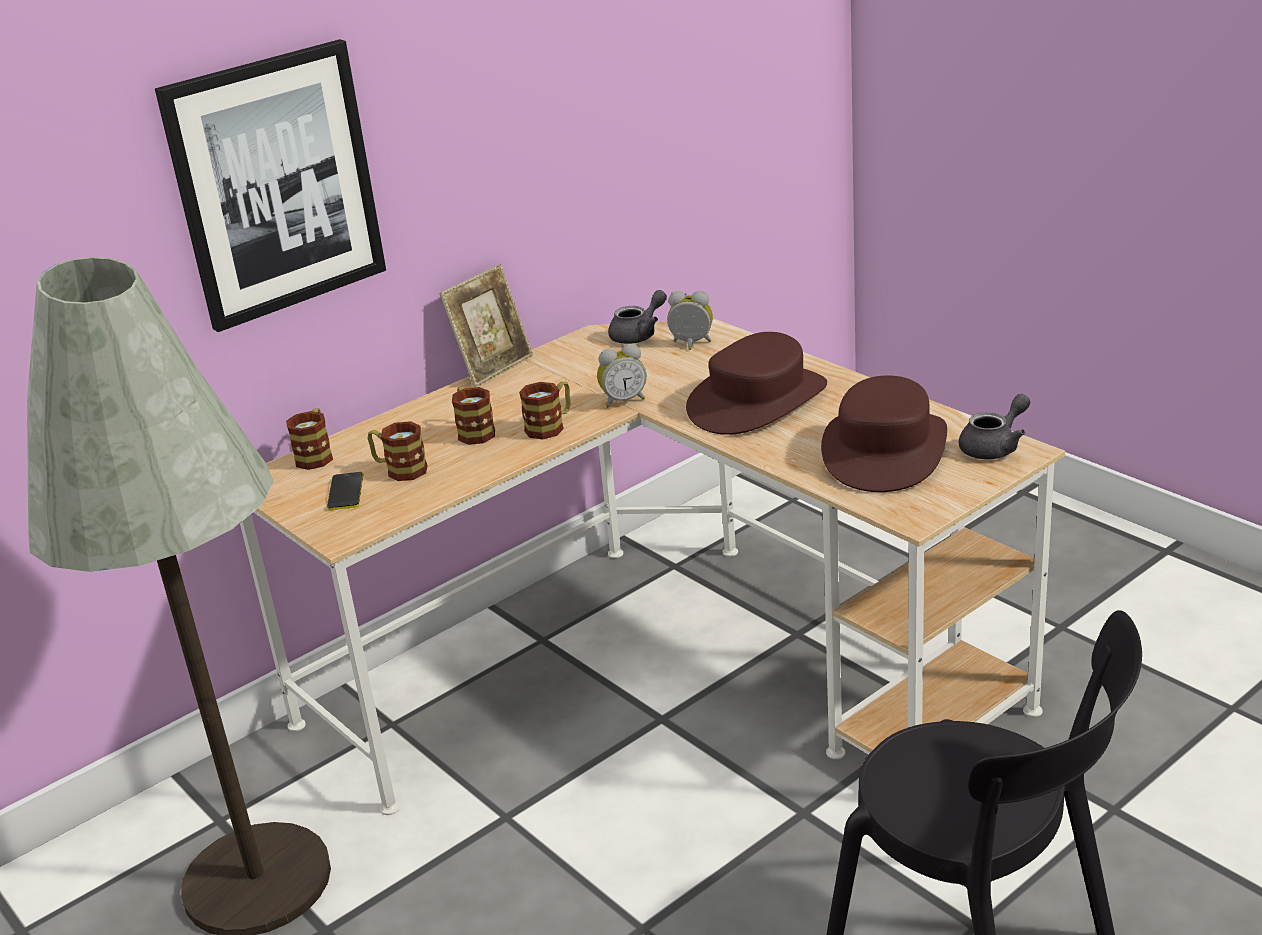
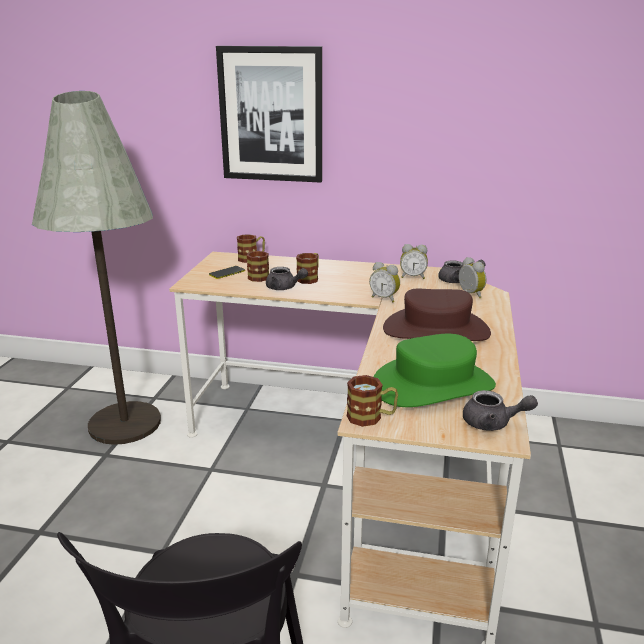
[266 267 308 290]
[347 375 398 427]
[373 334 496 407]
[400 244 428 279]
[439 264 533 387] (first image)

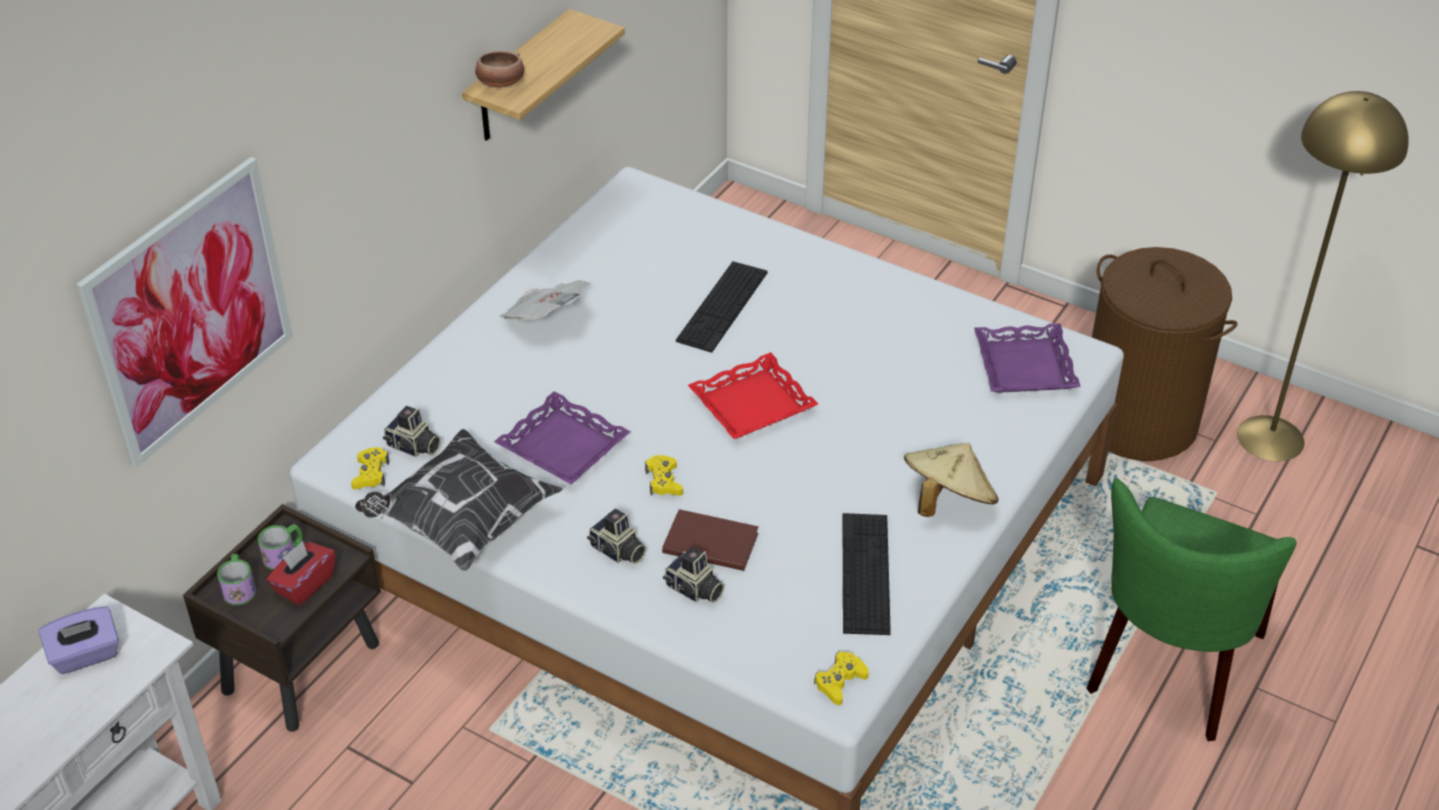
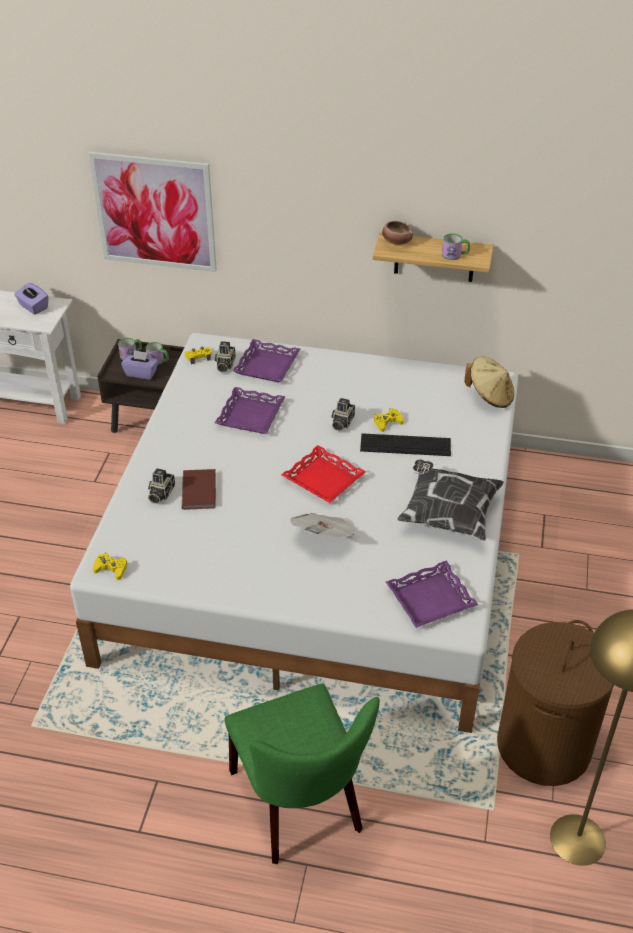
[121 350 158 380]
[224 683 380 864]
[233 339 300 382]
[290 513 354 537]
[331 398 355 431]
[374 408 403 432]
[398 460 504 540]
[442 233 470 260]
[464 356 514 408]
[842 513 891 635] (first image)

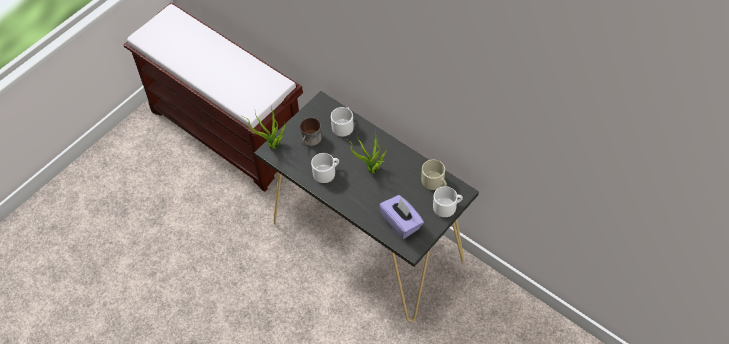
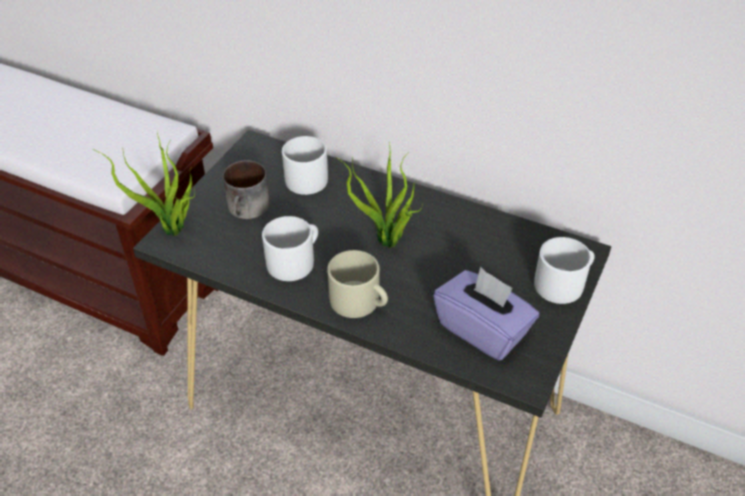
[327 250 388 318]

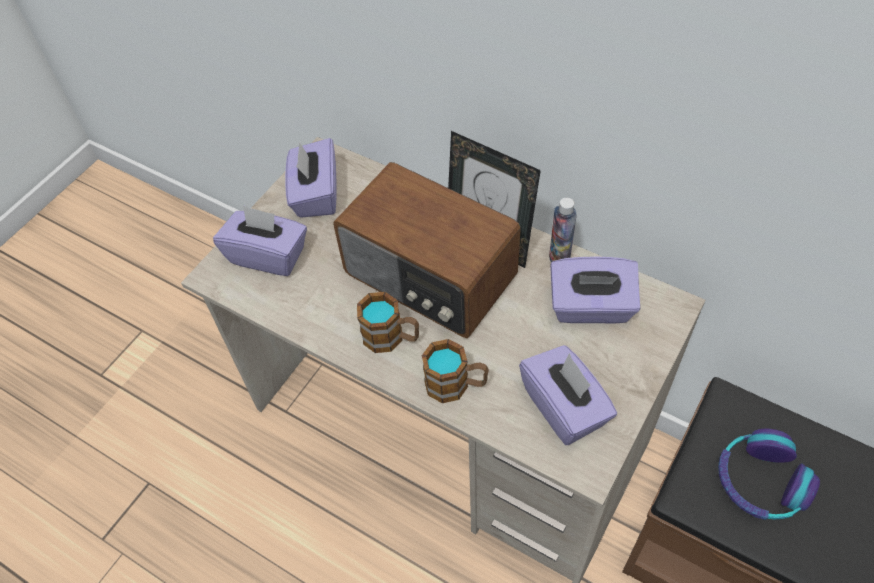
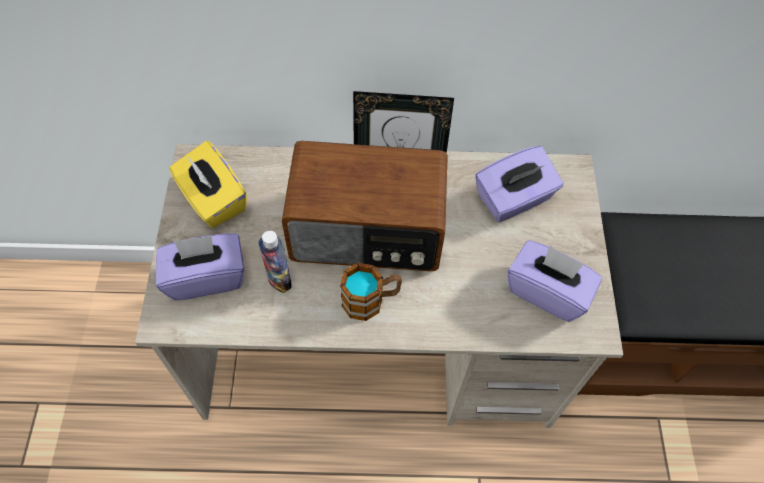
[169 141 247 228]
[259 230 292 293]
[422 339 489 403] (first image)
[718 429 820 520] (first image)

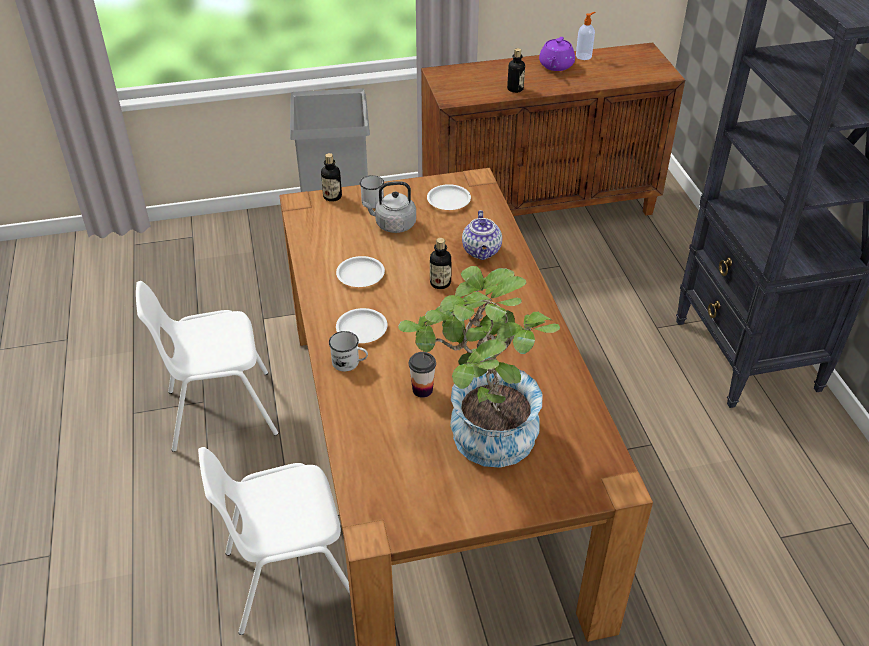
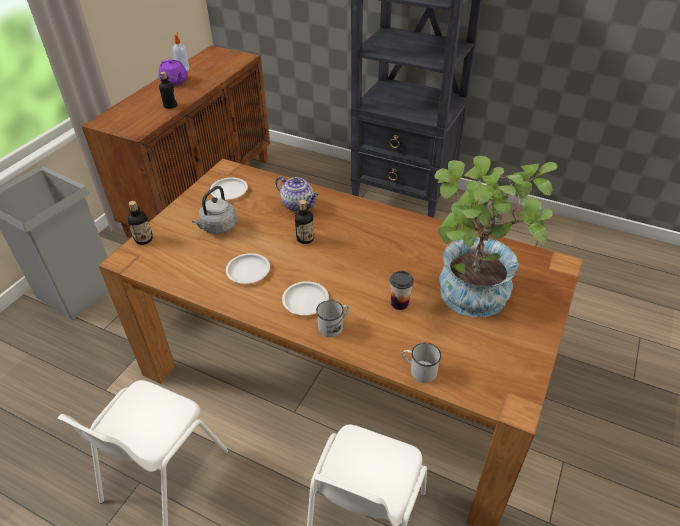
[402 343 441 383]

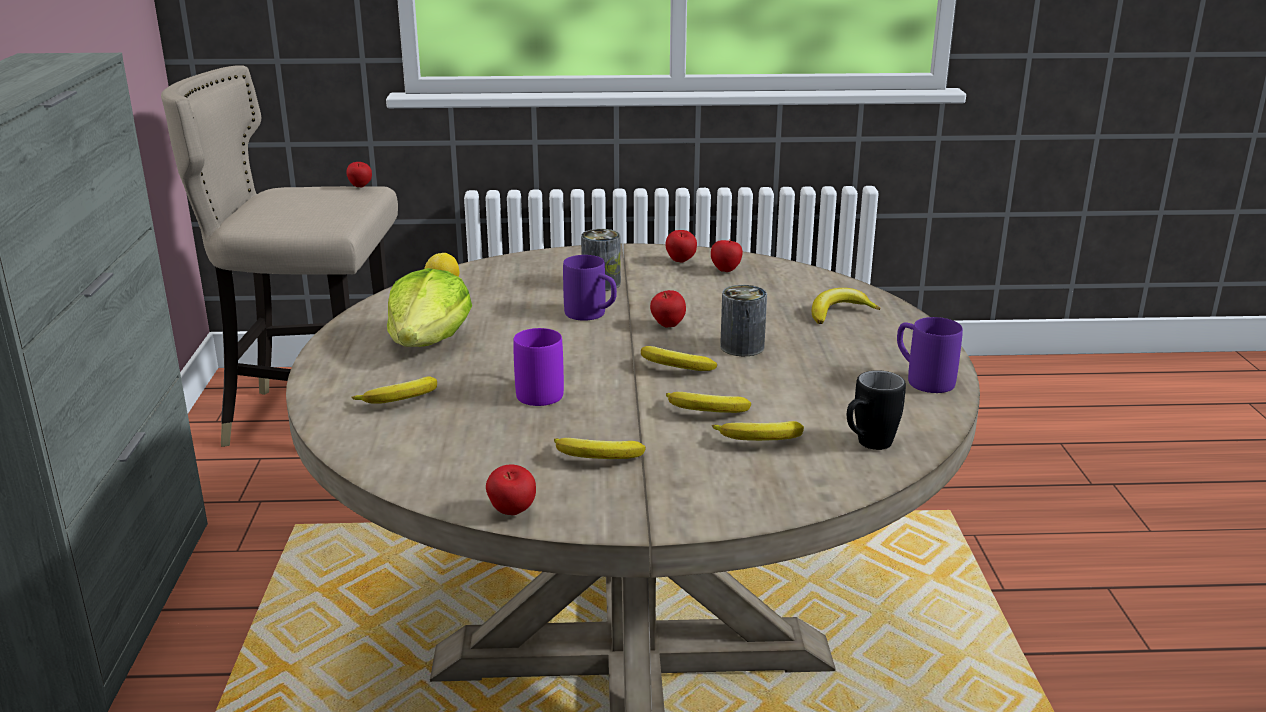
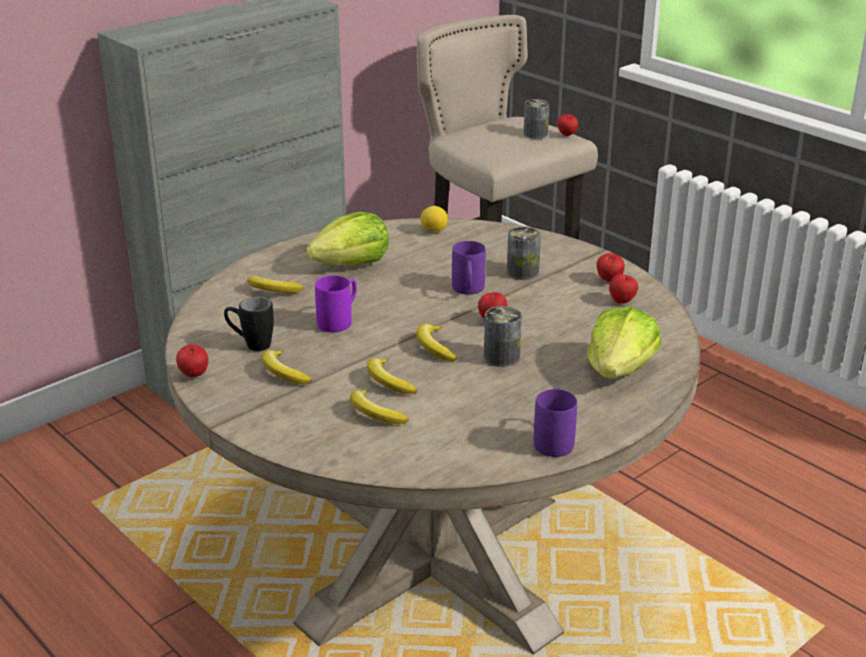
[224 296 274 351]
[524 99 549 139]
[587 307 661 379]

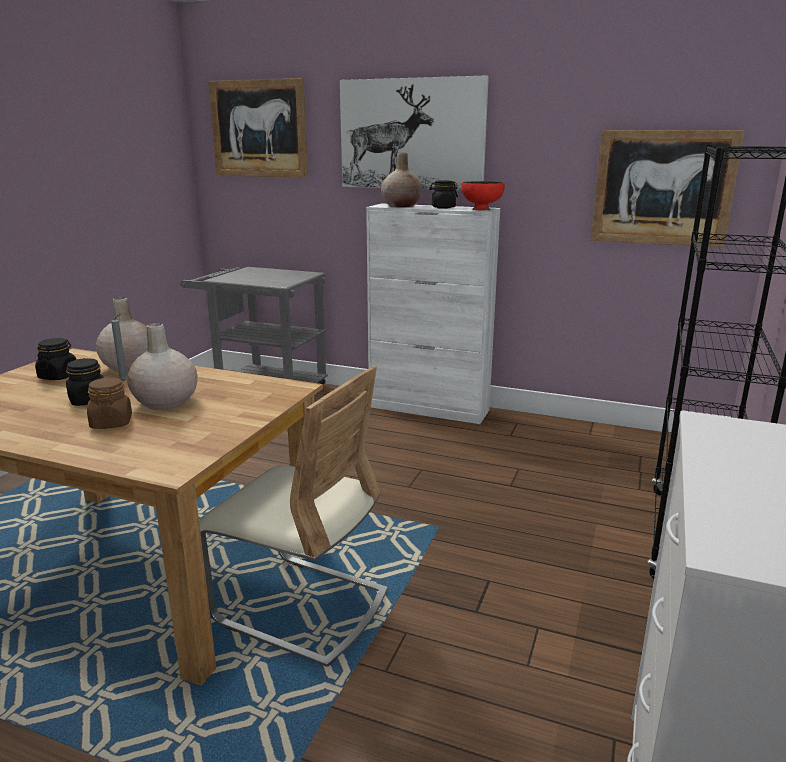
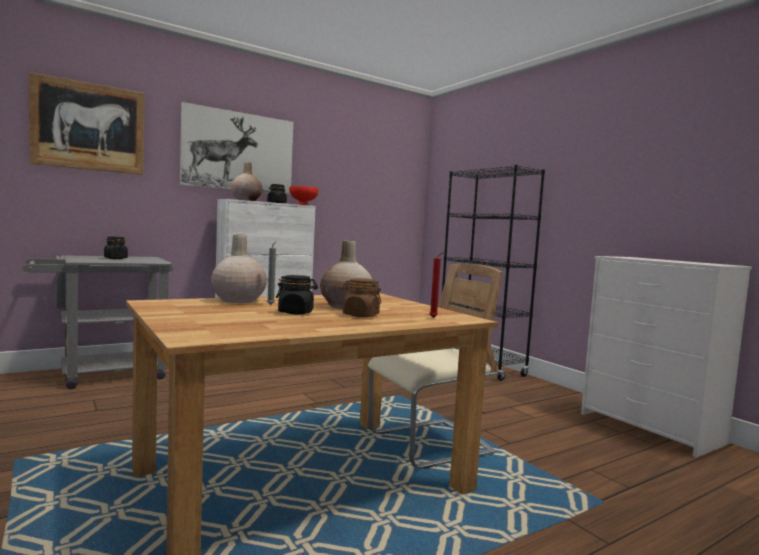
[104 236 128 259]
[430 252 444 318]
[591 130 744 248] (first image)

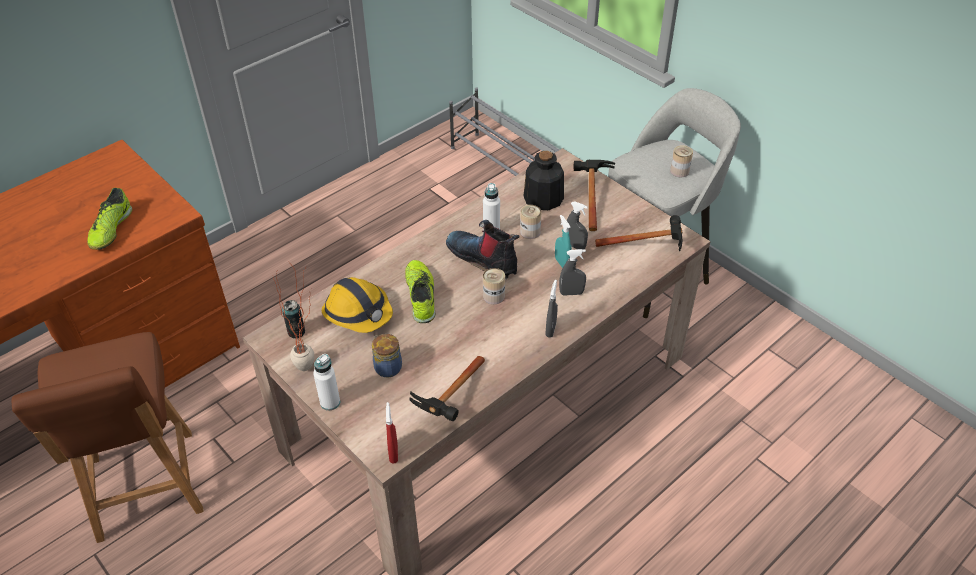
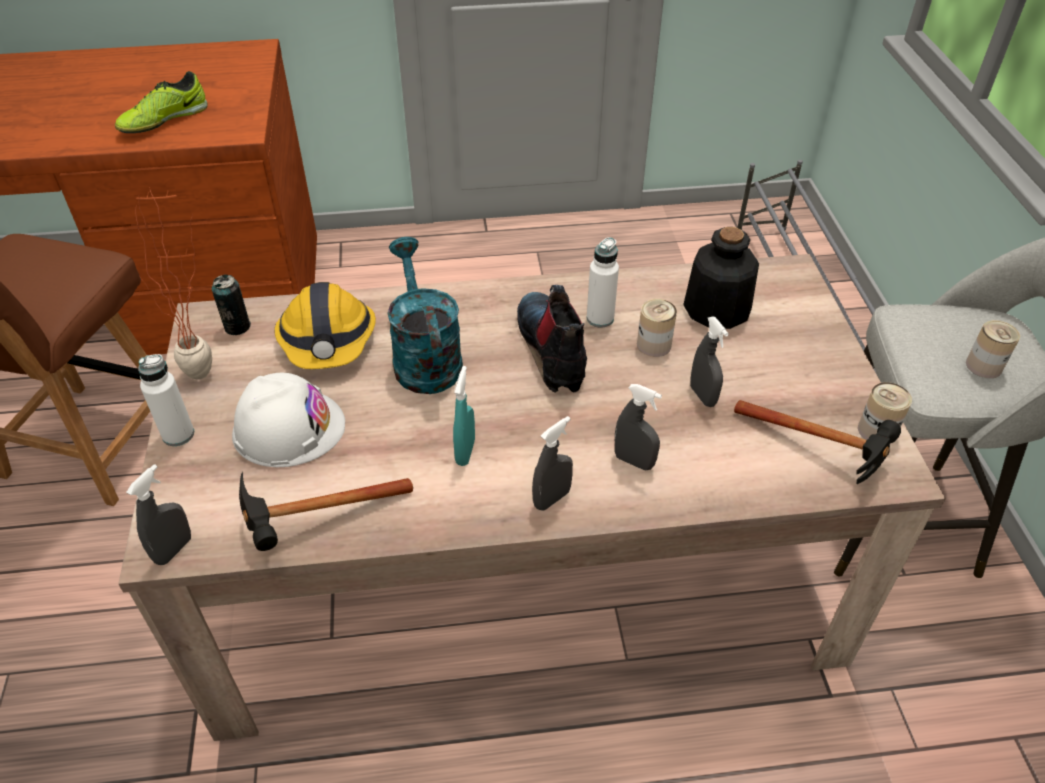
[126 464 191 565]
[232 373 345 467]
[387 237 463 394]
[453 366 475 466]
[858 382 912 440]
[574 160 615 231] (first image)

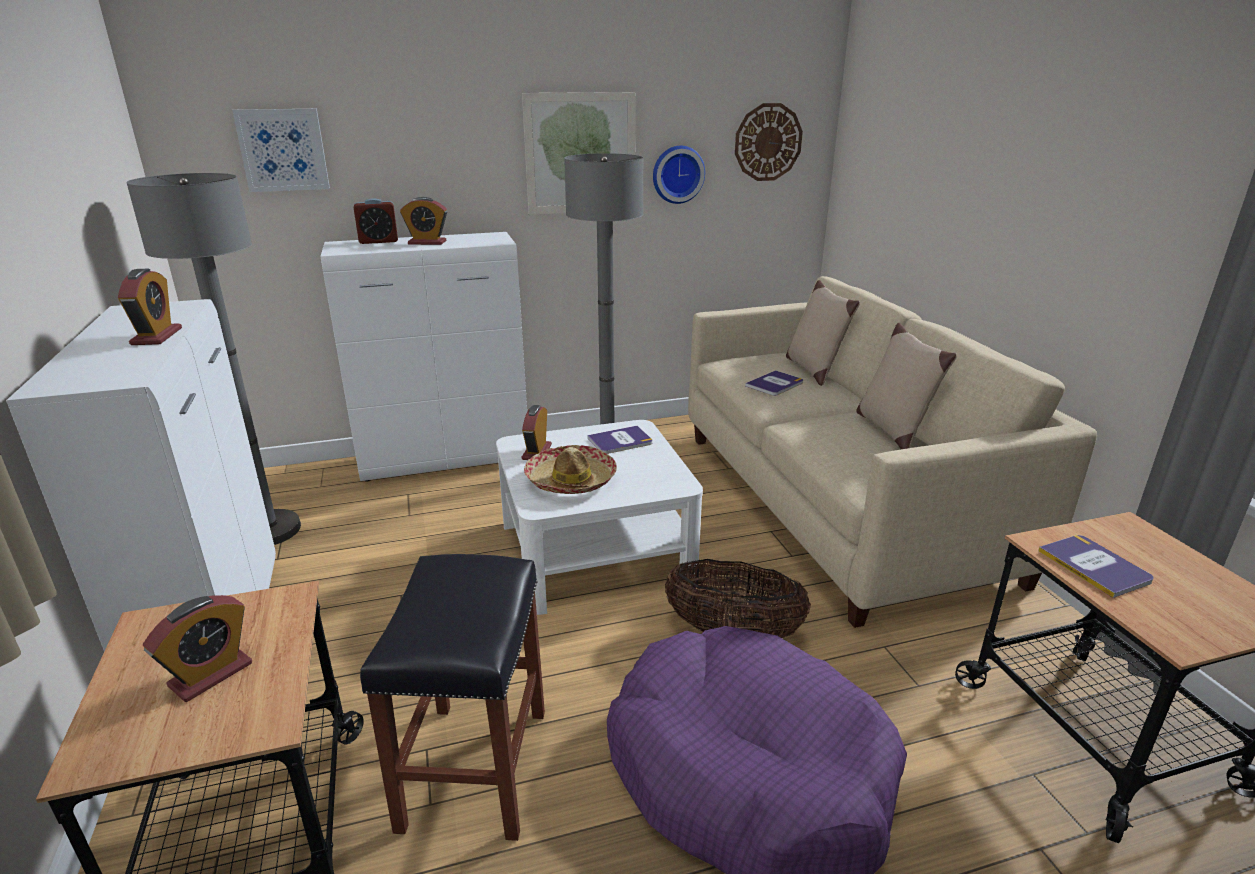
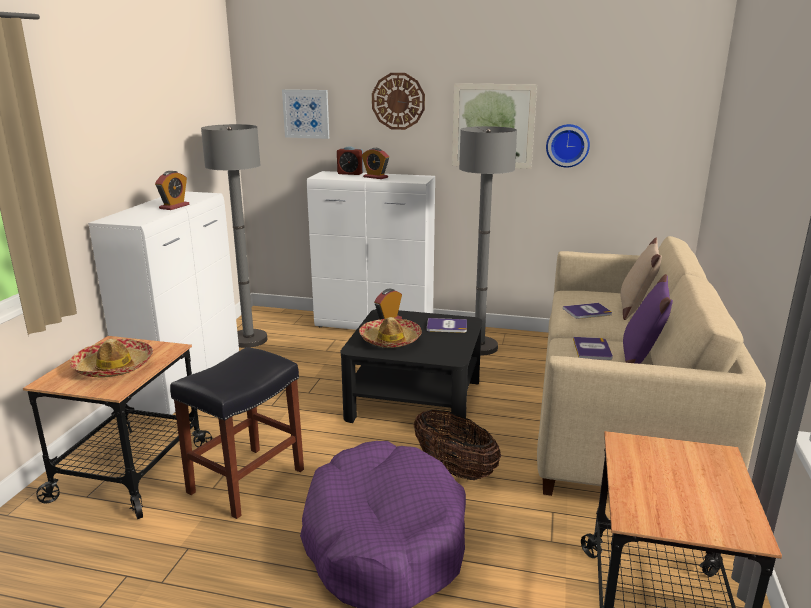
[70 339 153 377]
[341 309 482 436]
[372 73 425 130]
[573 337 613 360]
[623 274 673 364]

